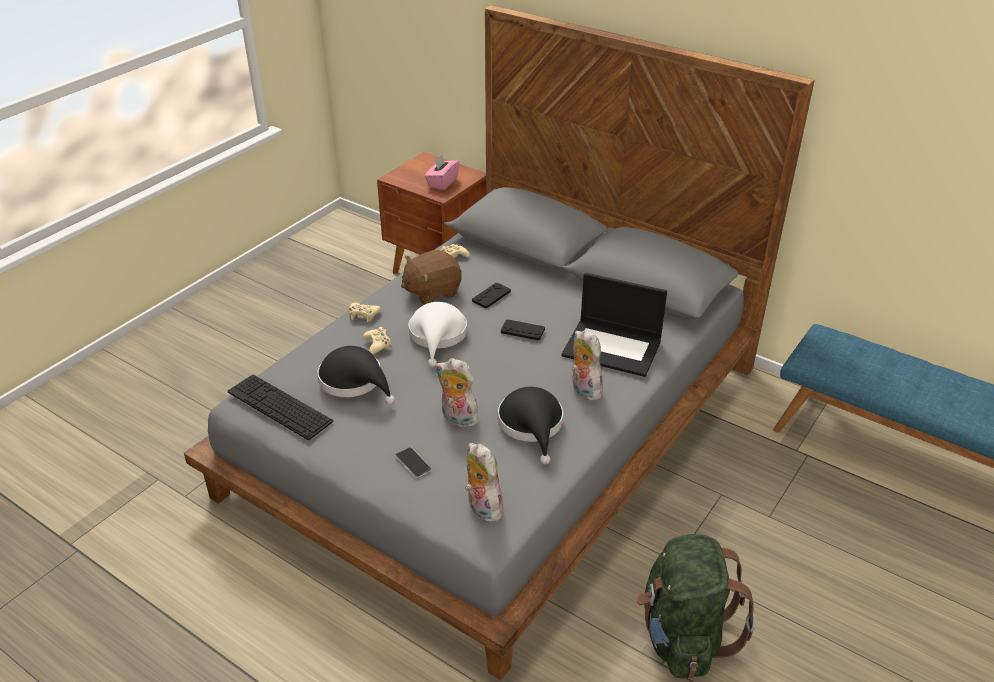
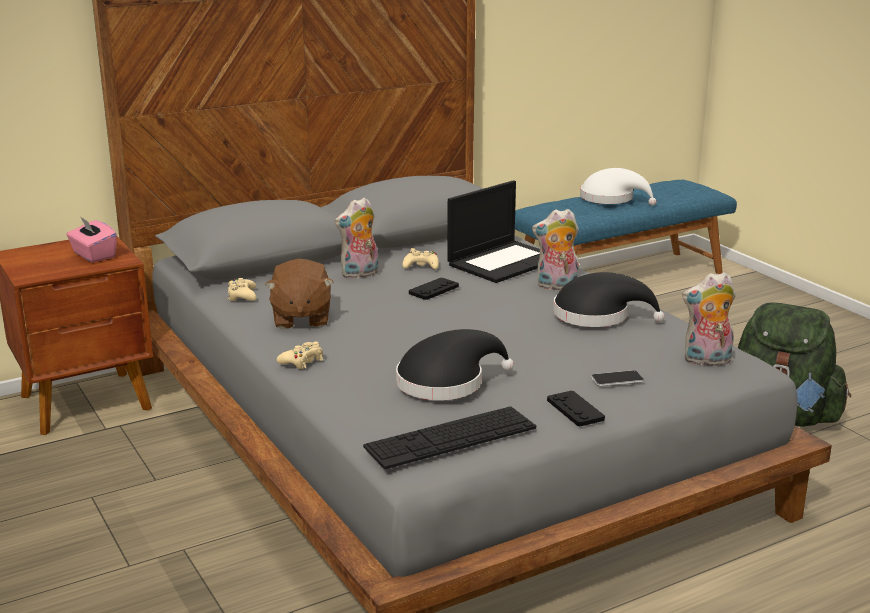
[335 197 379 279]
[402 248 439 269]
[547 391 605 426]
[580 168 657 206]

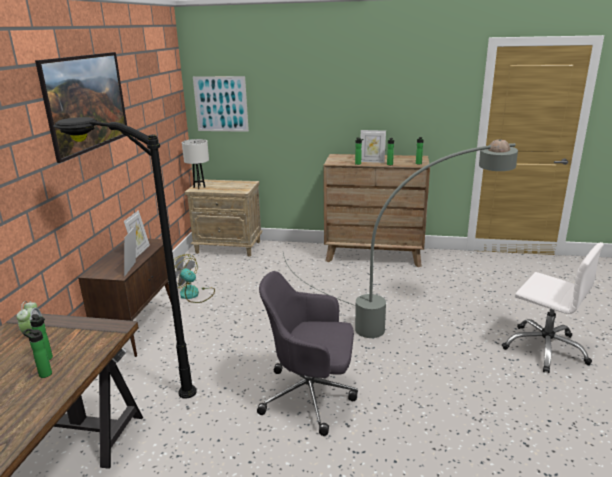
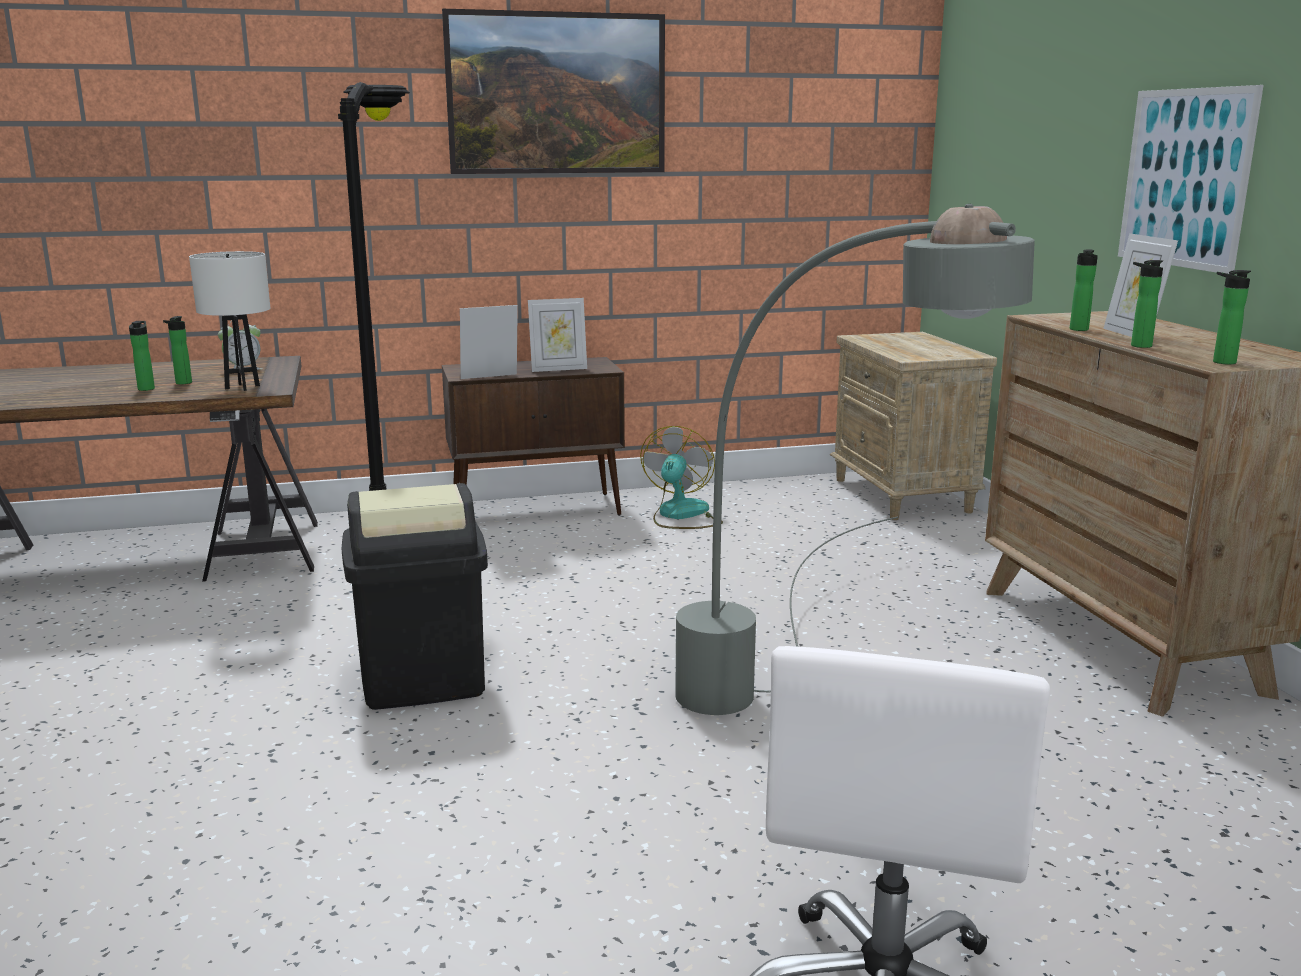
[189 251 270 391]
[342 483 488 710]
[1118 85 1264 274]

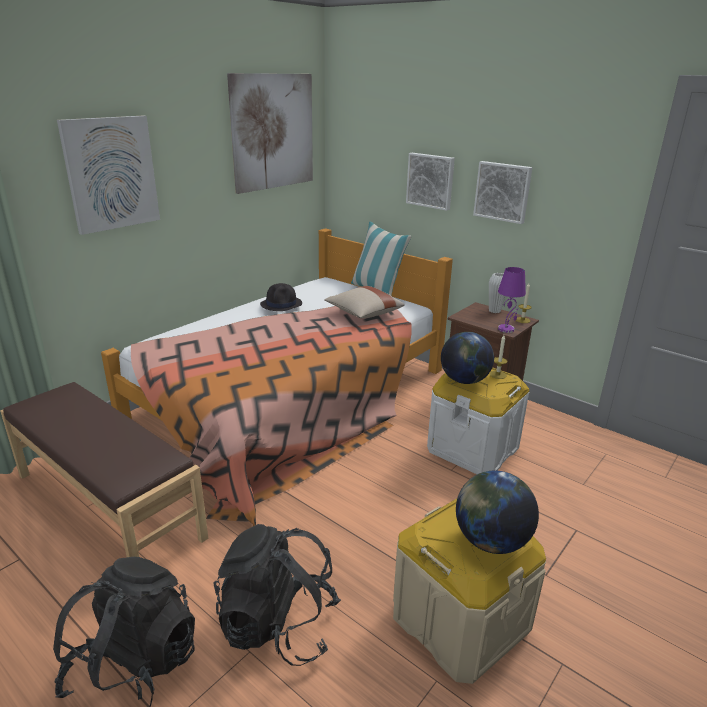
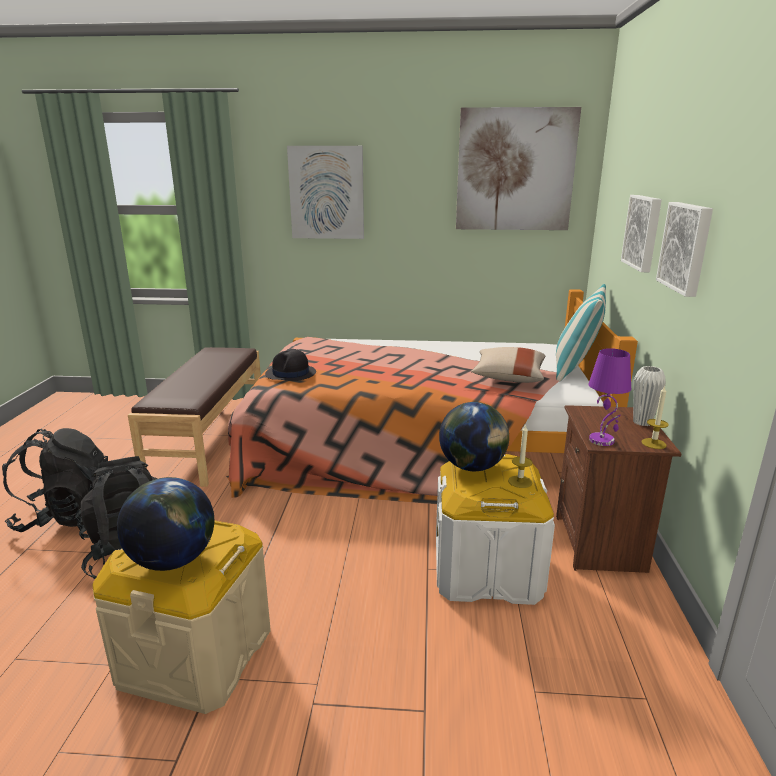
[265 349 316 381]

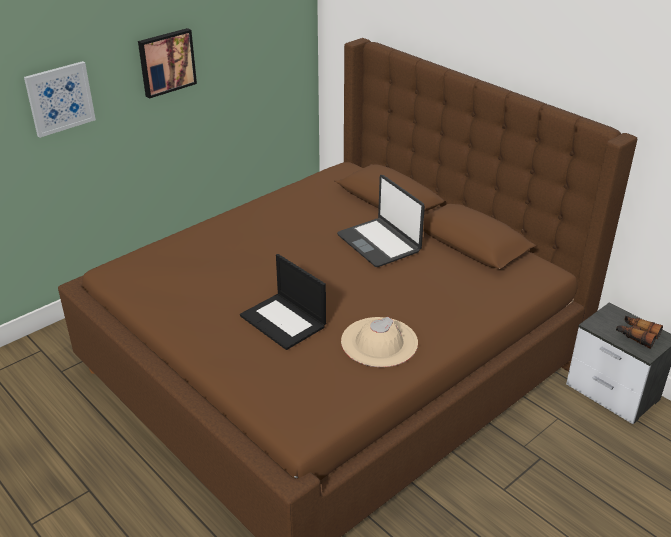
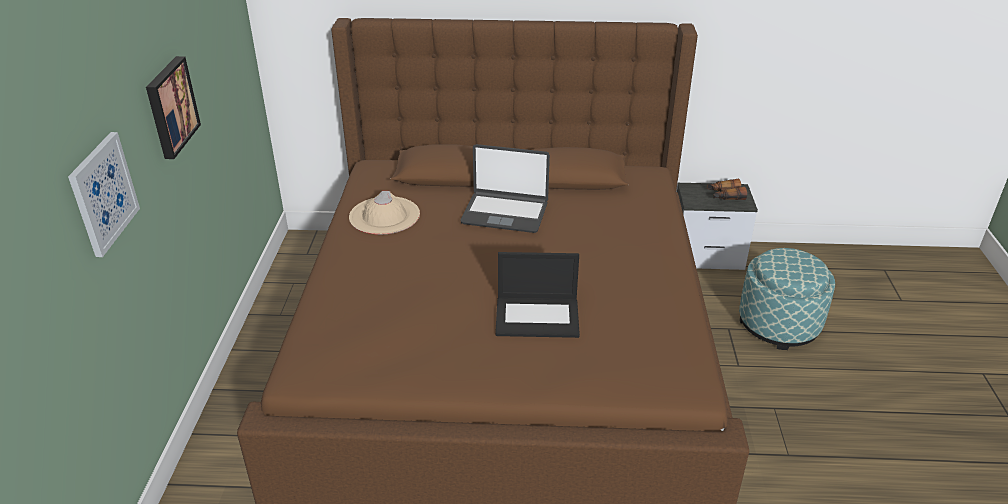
[349 191 420 234]
[739 248 835 350]

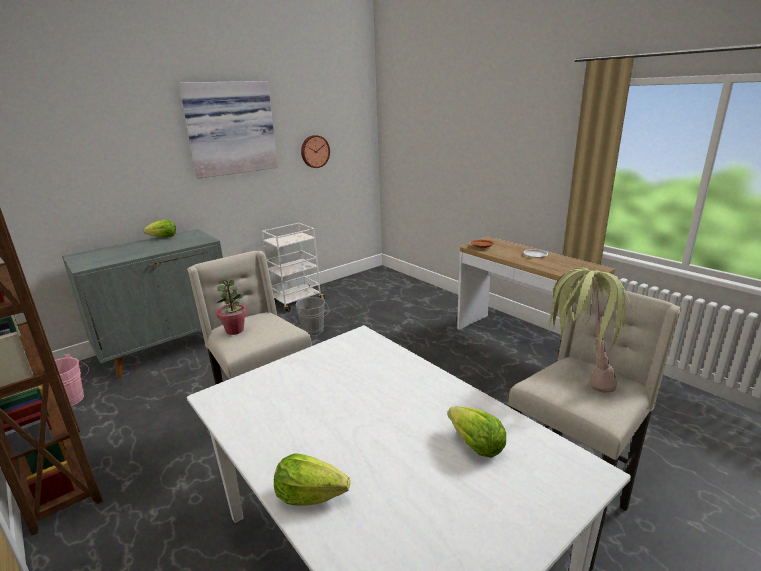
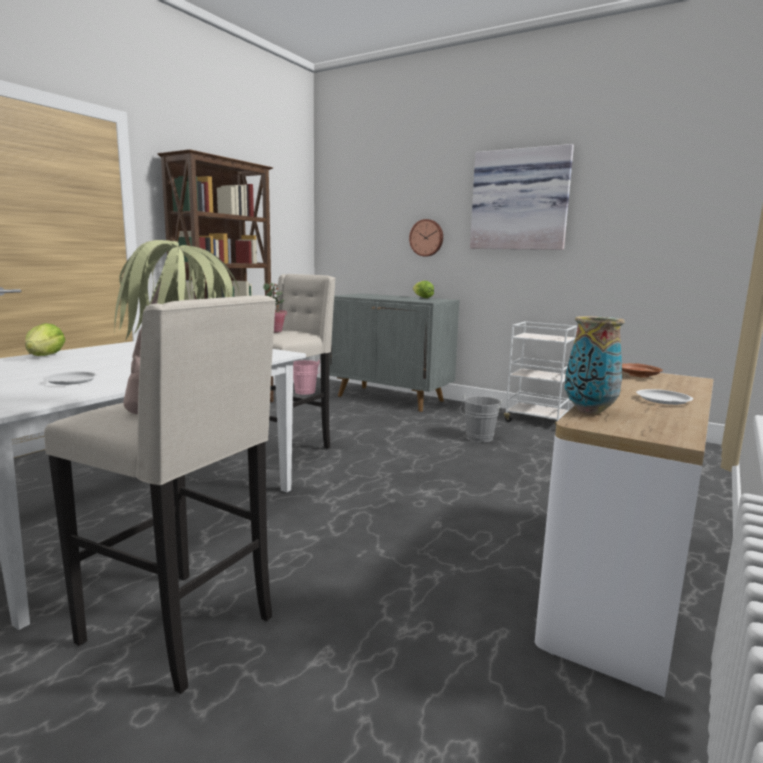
[43 372 98 385]
[409 219 443 257]
[565 316 625 414]

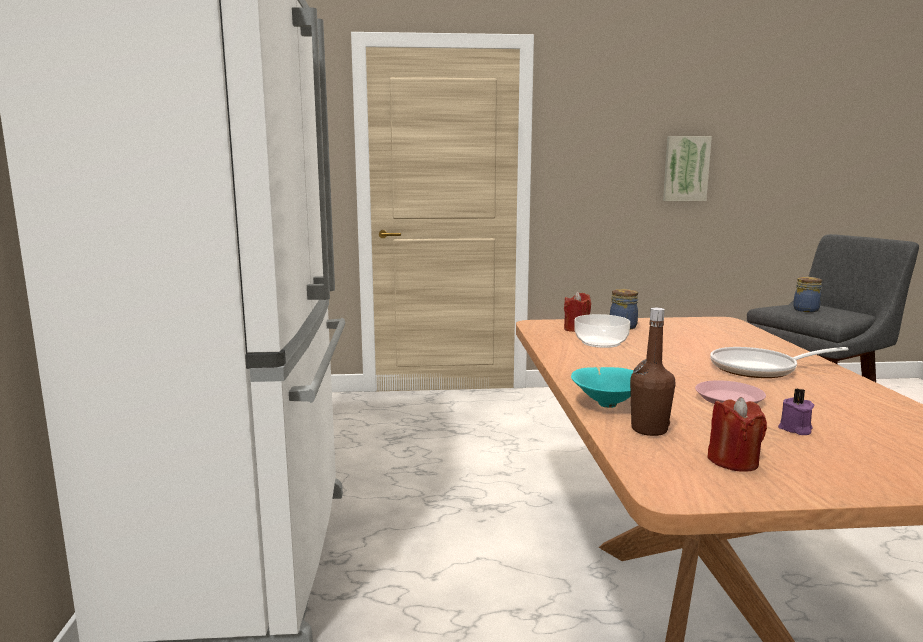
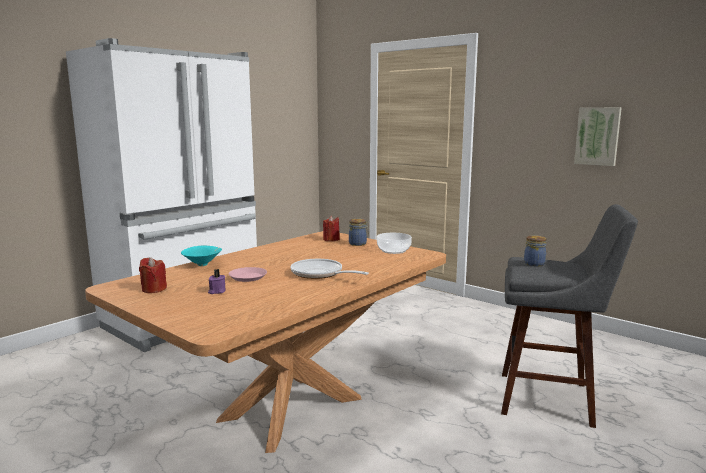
[377 233 412 254]
[630 308 675 436] (first image)

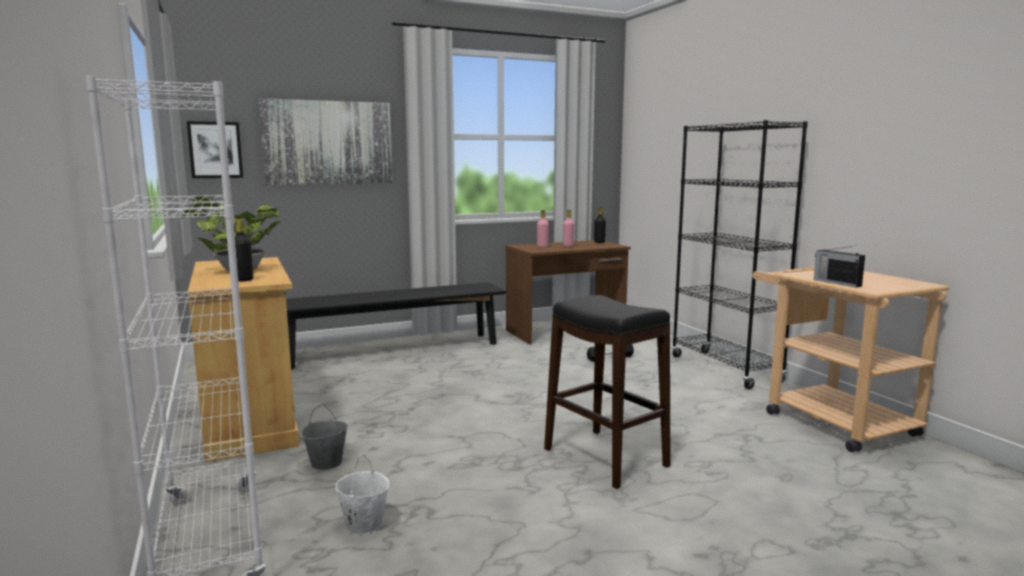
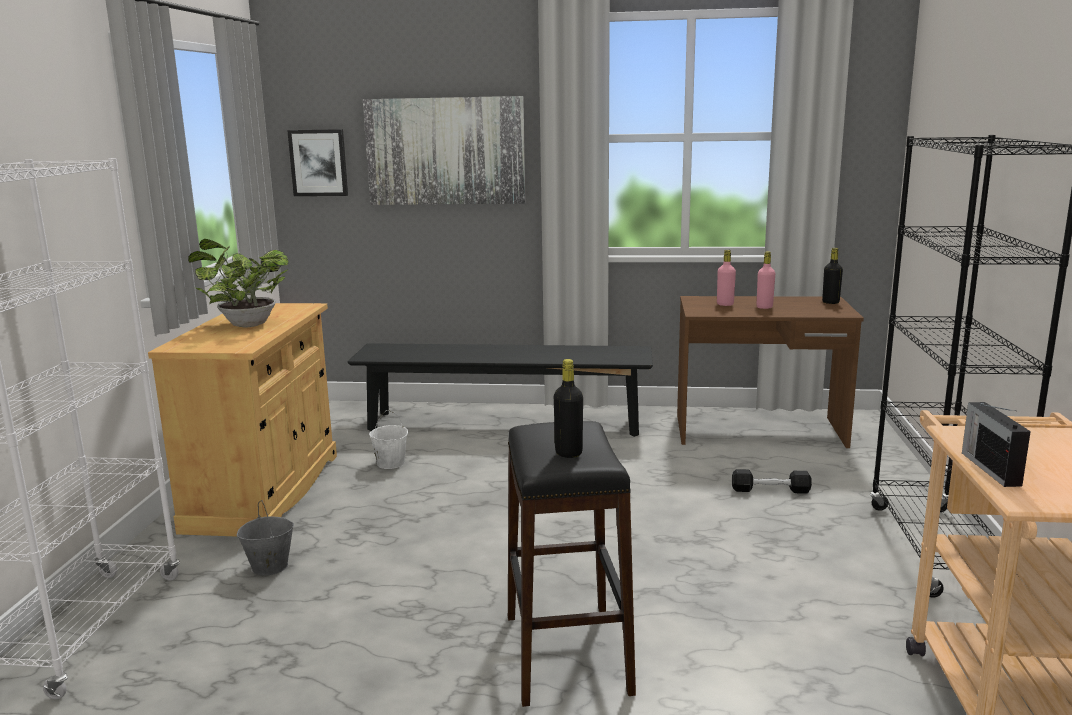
[369 410 408 469]
[554 359 583 458]

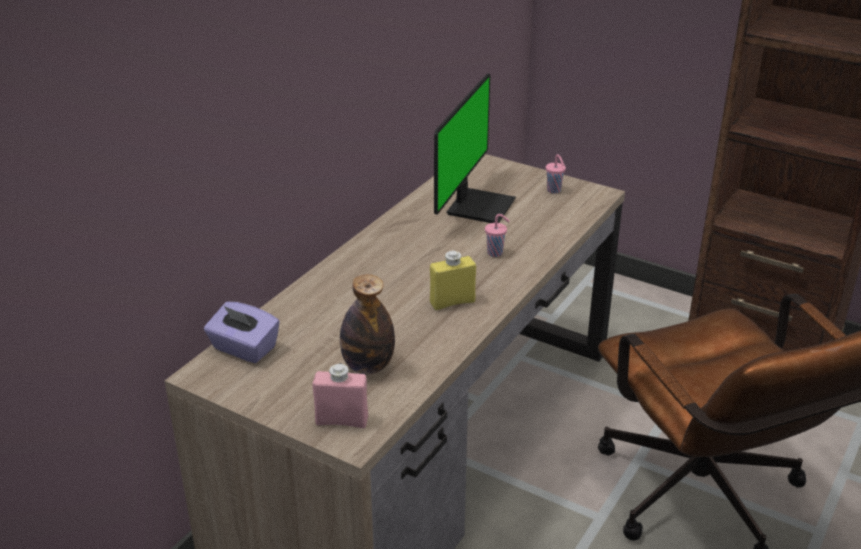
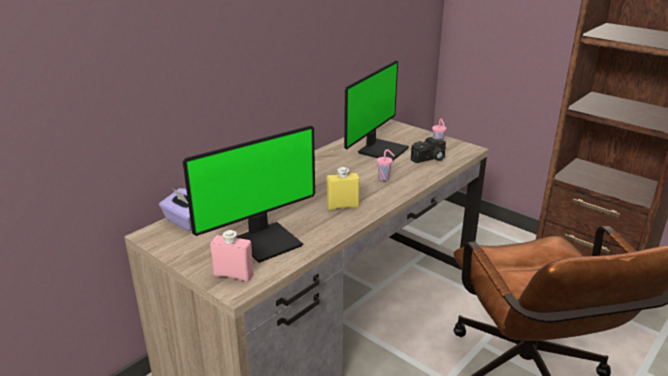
[183 125 315 263]
[411 137 446 163]

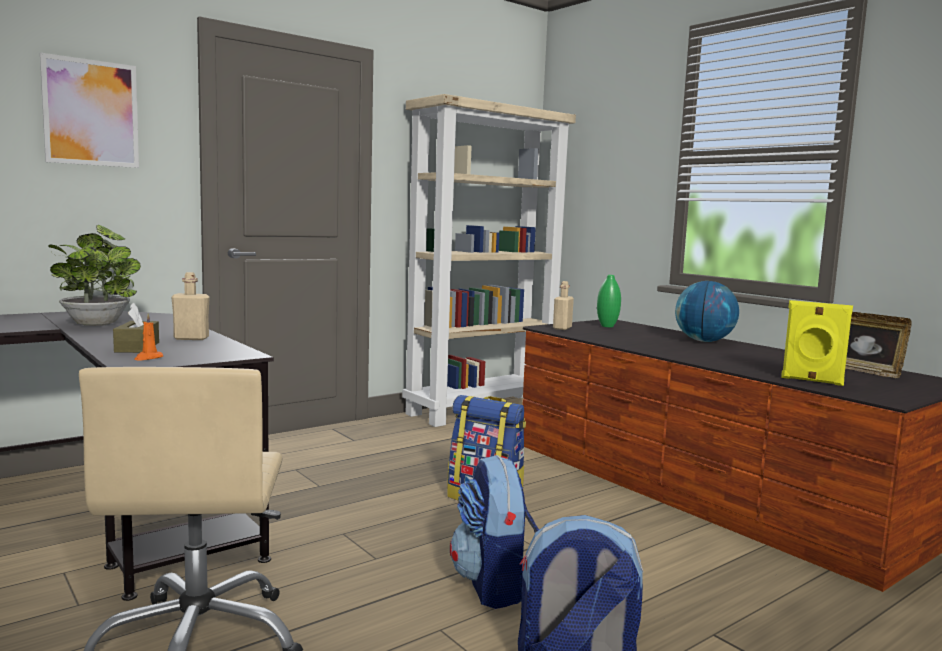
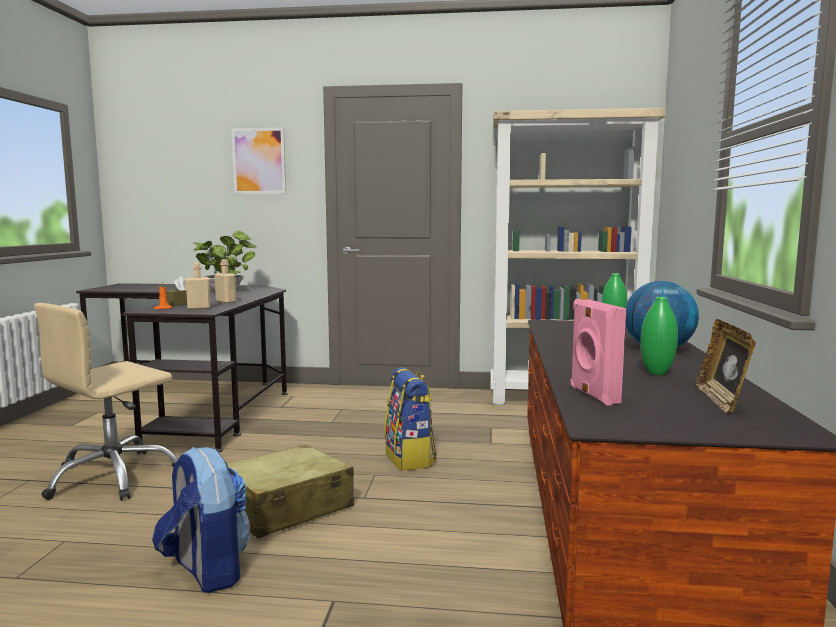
[184 262 211 310]
[227 445 354 538]
[570 299 626 406]
[640 297 678 375]

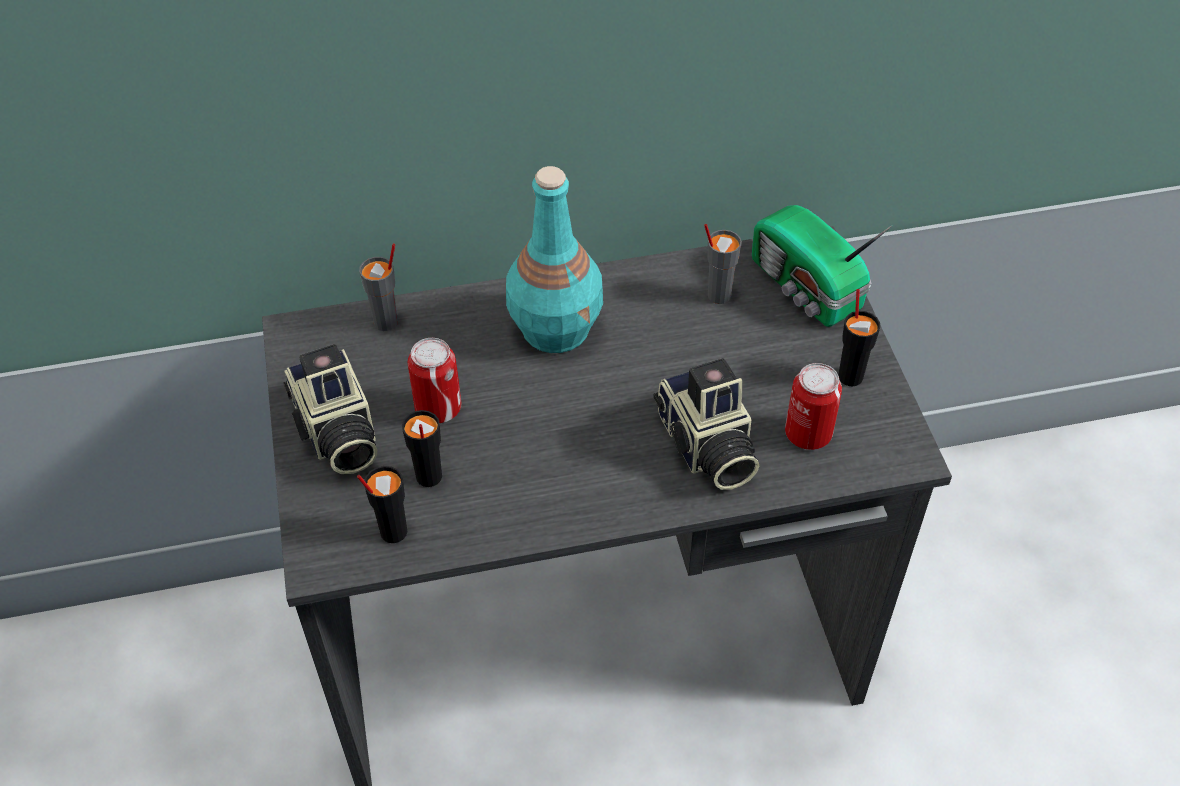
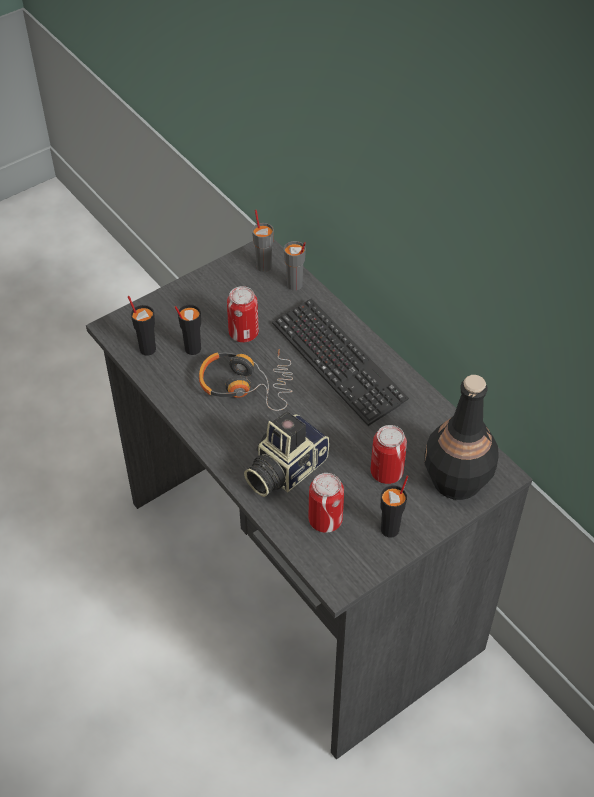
[199 349 293 411]
[252 210 274 272]
[272 299 409 426]
[370 425 407 484]
[424 375 499 500]
[283 344 377 474] (first image)

